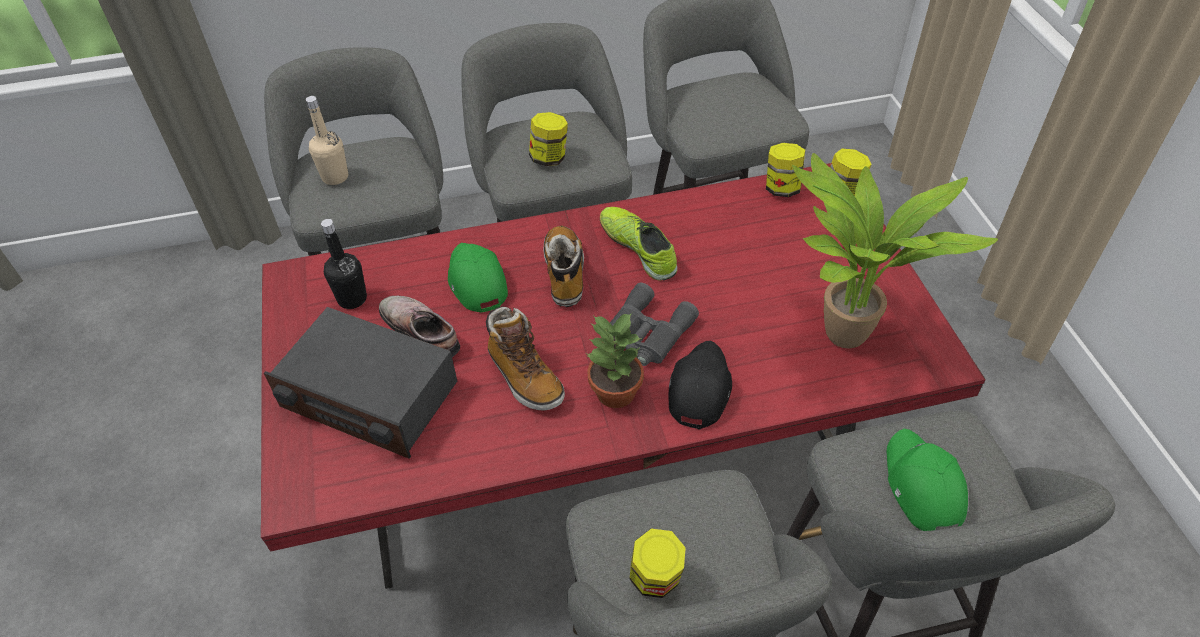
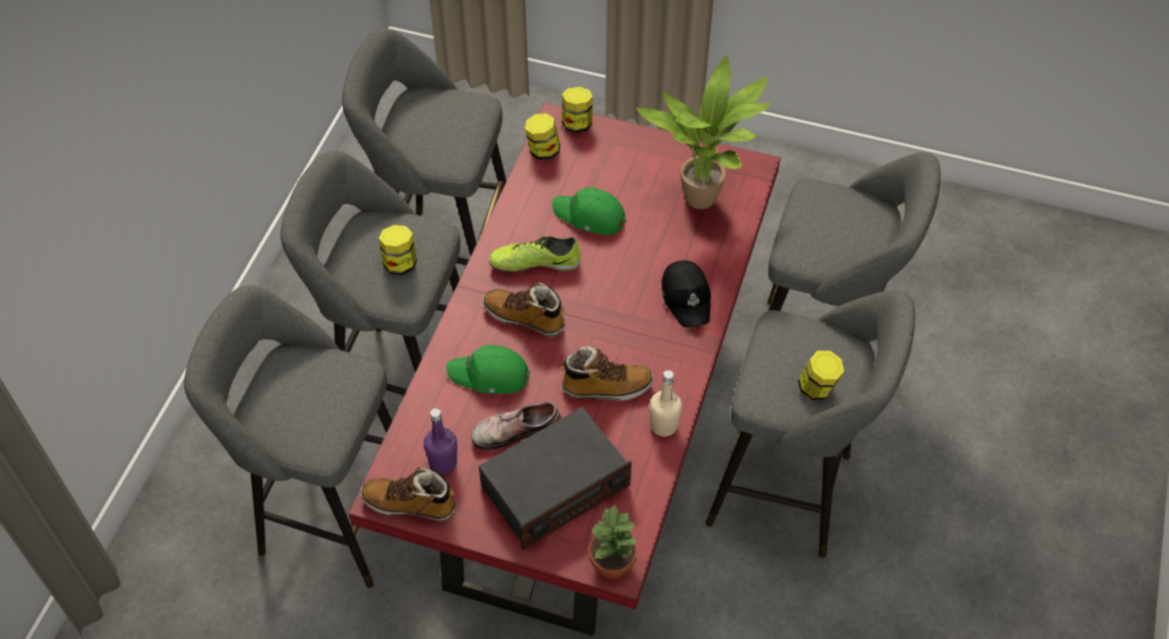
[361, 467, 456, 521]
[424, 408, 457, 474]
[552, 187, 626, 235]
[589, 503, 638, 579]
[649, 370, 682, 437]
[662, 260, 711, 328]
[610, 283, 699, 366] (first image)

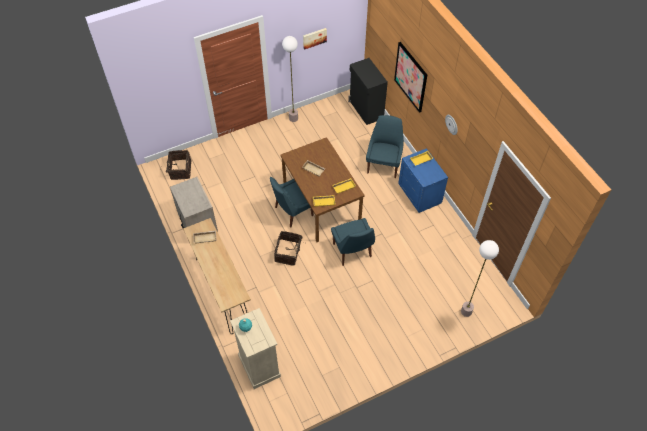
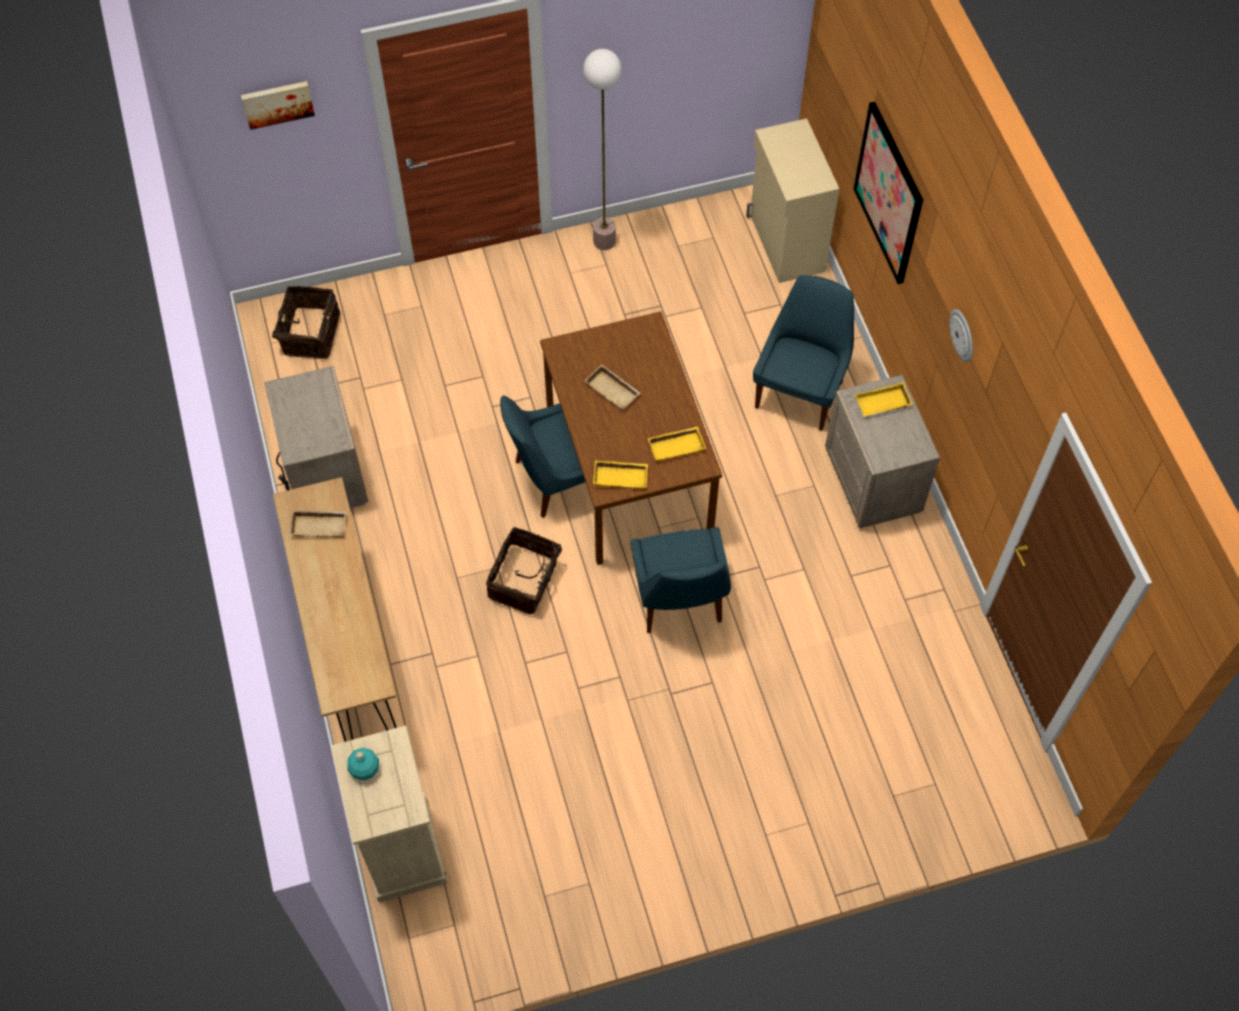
[241, 81, 315, 130]
[746, 118, 839, 283]
[825, 375, 940, 529]
[461, 240, 499, 317] (first image)

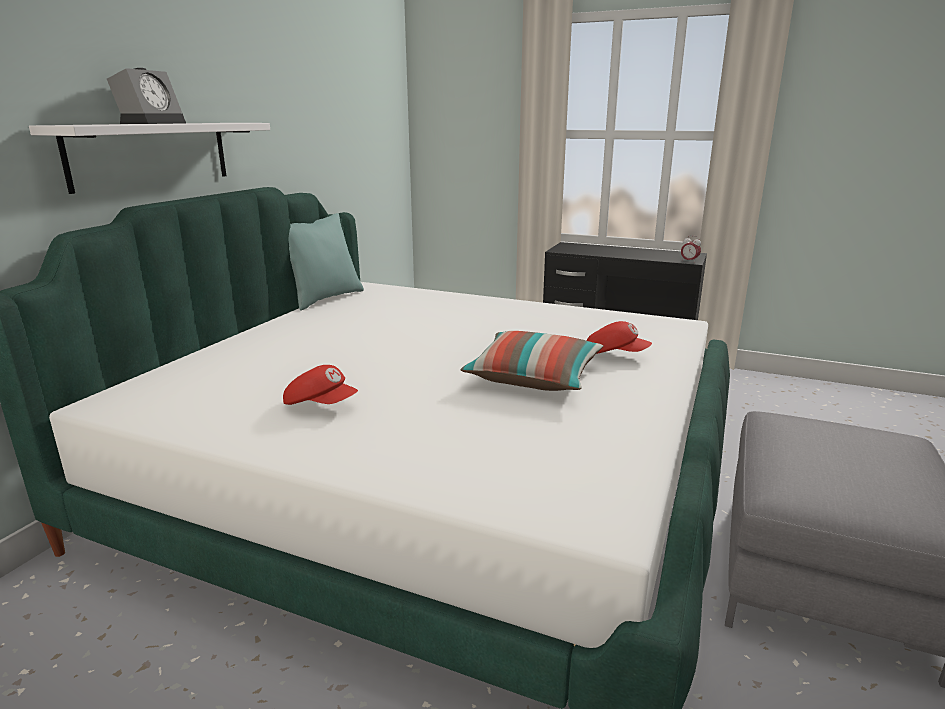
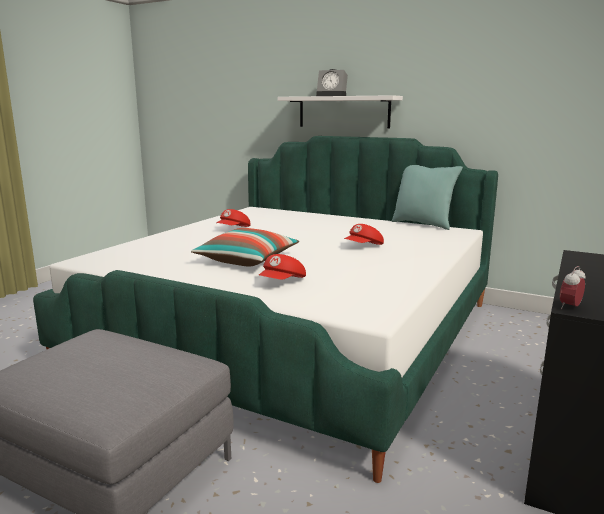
[344, 224, 384, 245]

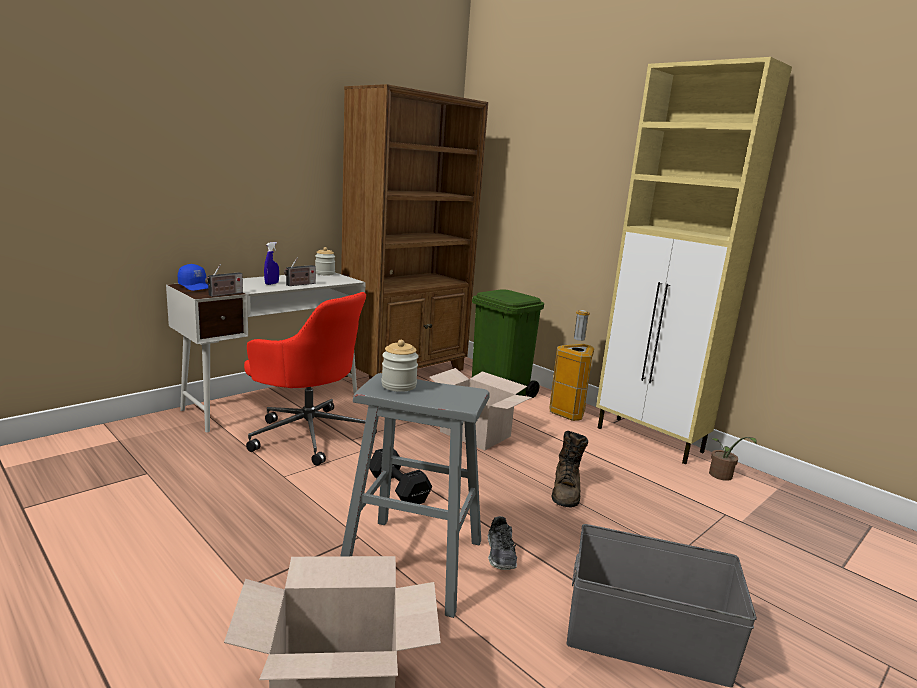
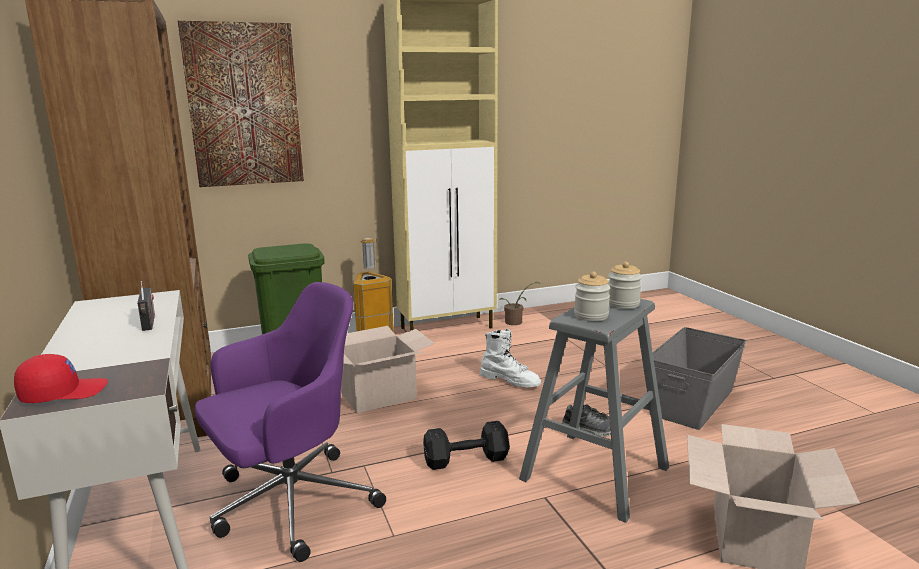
[14, 354, 108, 403]
[178, 21, 304, 187]
[195, 282, 386, 562]
[480, 328, 541, 388]
[608, 261, 642, 309]
[205, 264, 243, 297] (first image)
[264, 242, 279, 285] (first image)

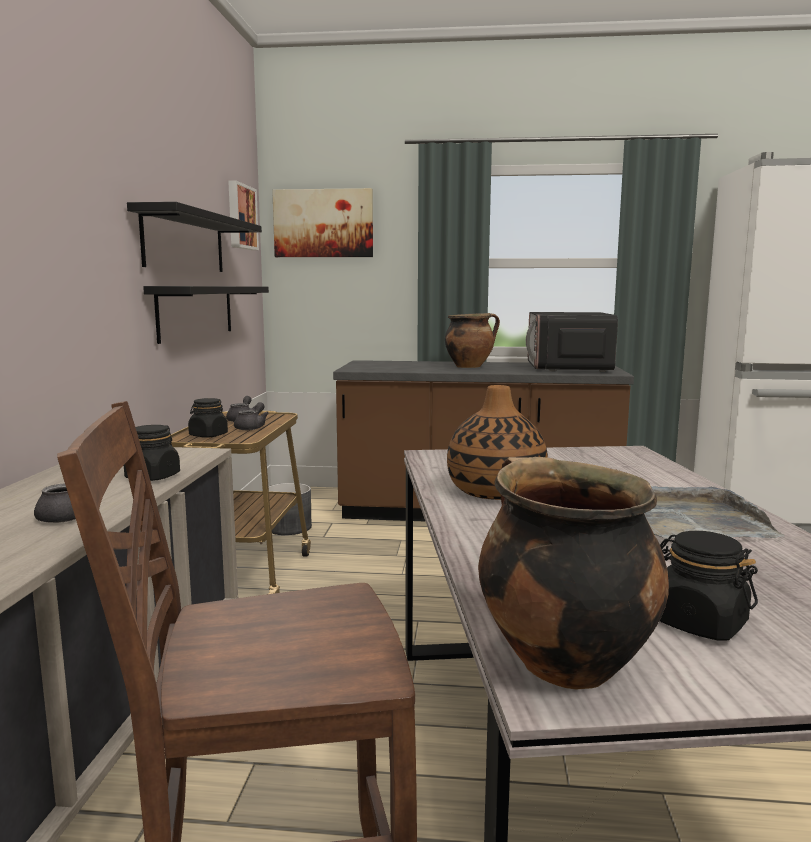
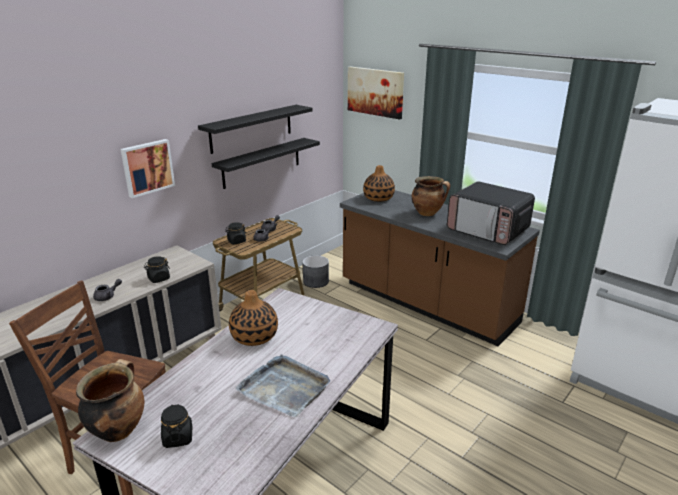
[121, 139, 175, 198]
[363, 165, 395, 202]
[447, 181, 535, 245]

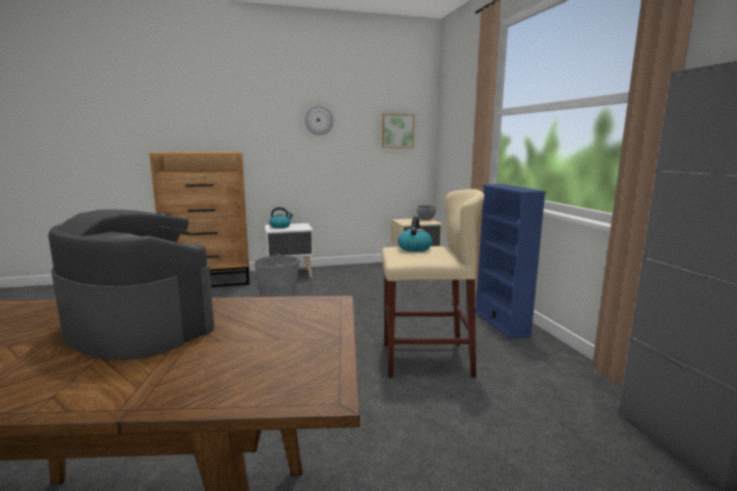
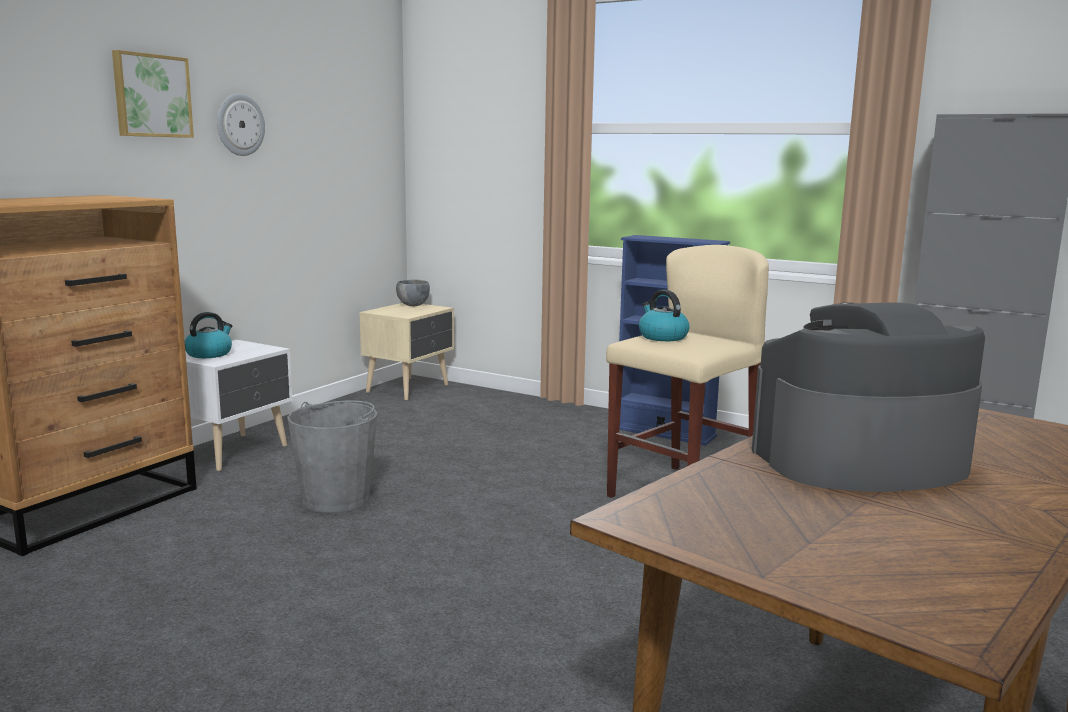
[112, 50, 194, 138]

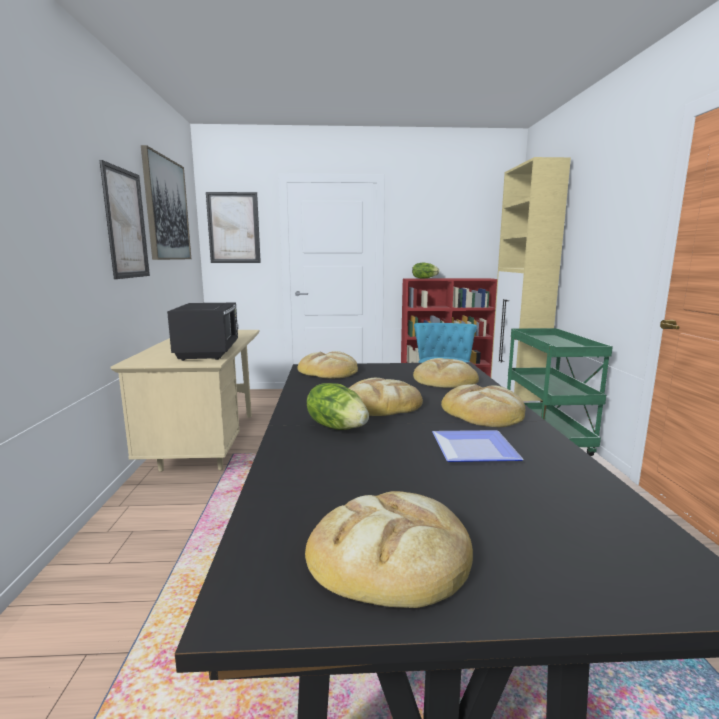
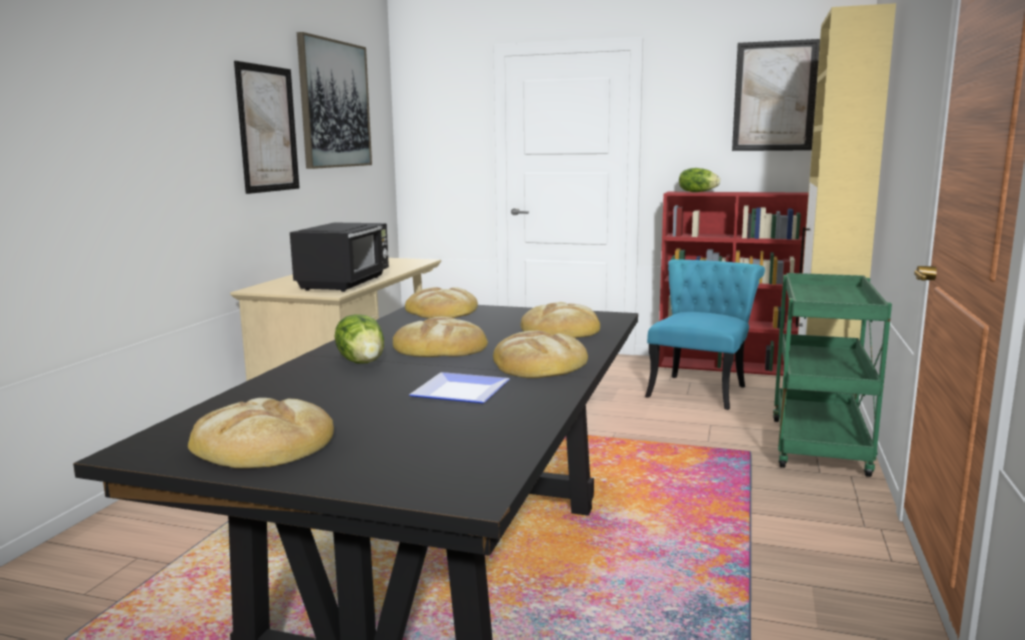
[732, 39, 820, 151]

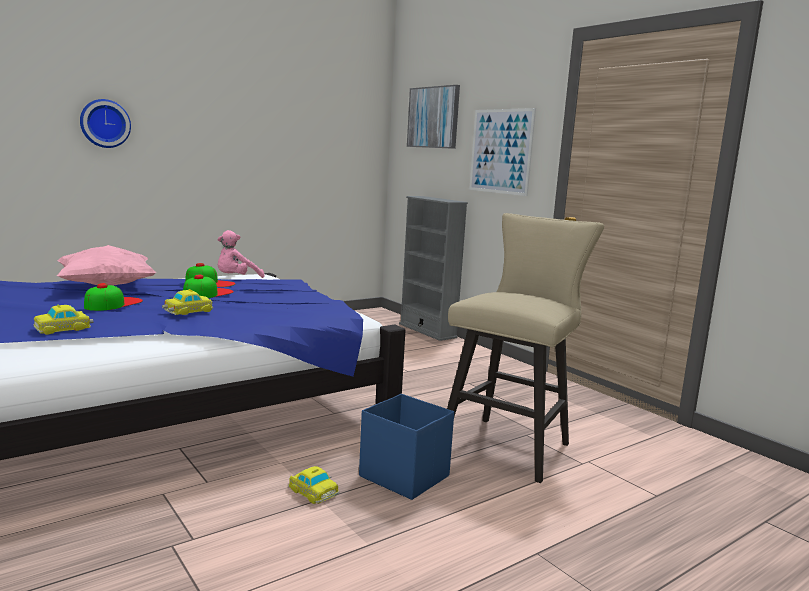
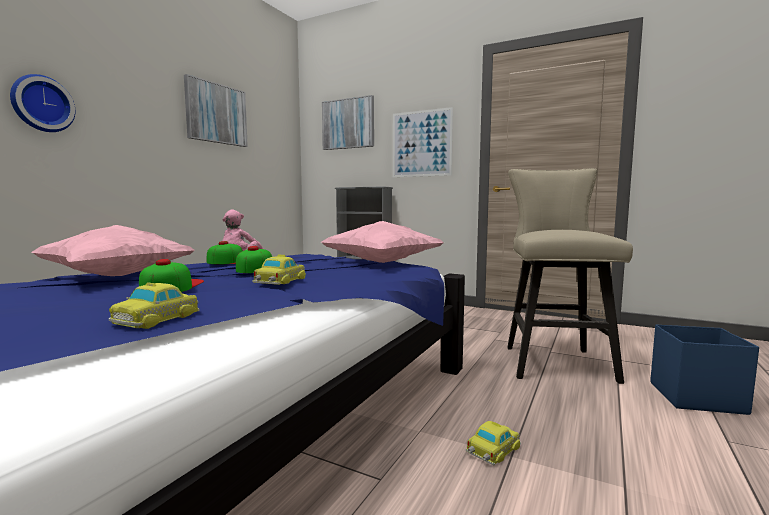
[184, 74, 248, 147]
[321, 221, 444, 263]
[466, 421, 521, 465]
[650, 324, 759, 415]

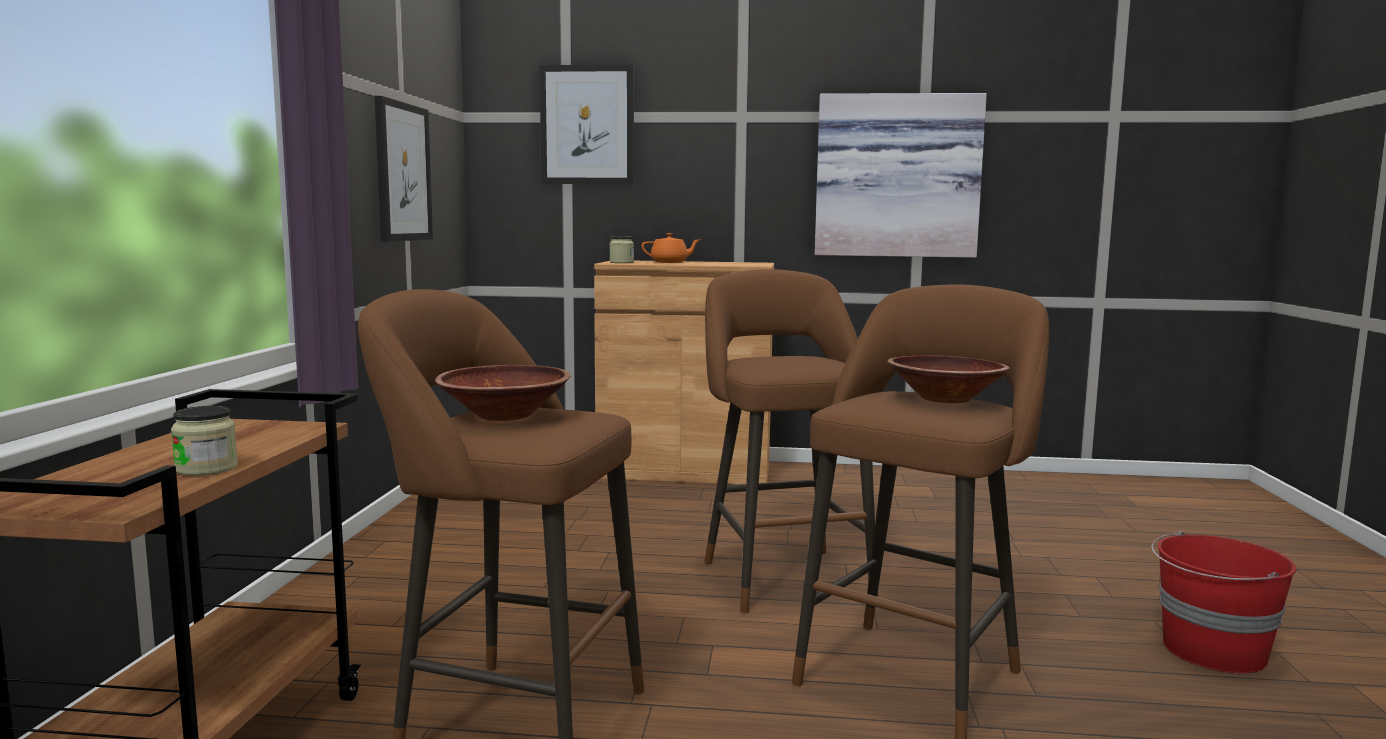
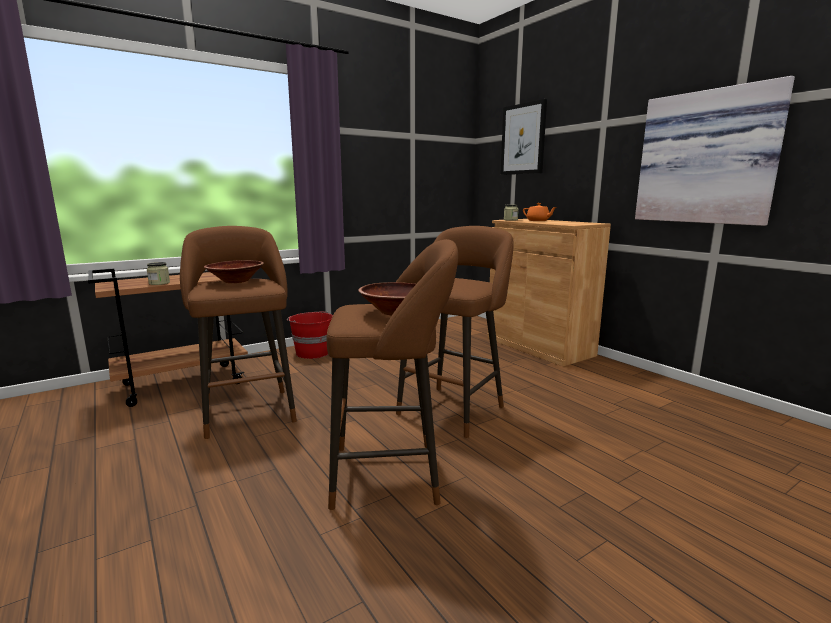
[287, 312, 333, 359]
[375, 96, 433, 242] (first image)

